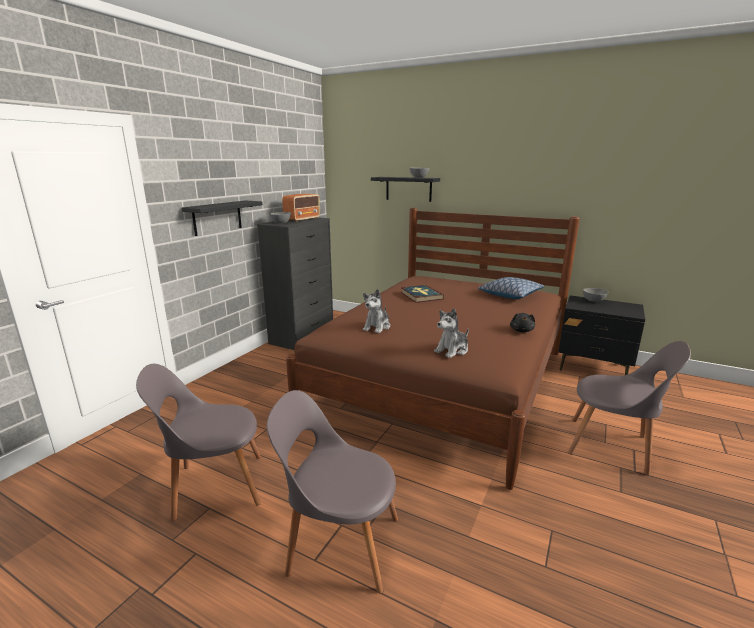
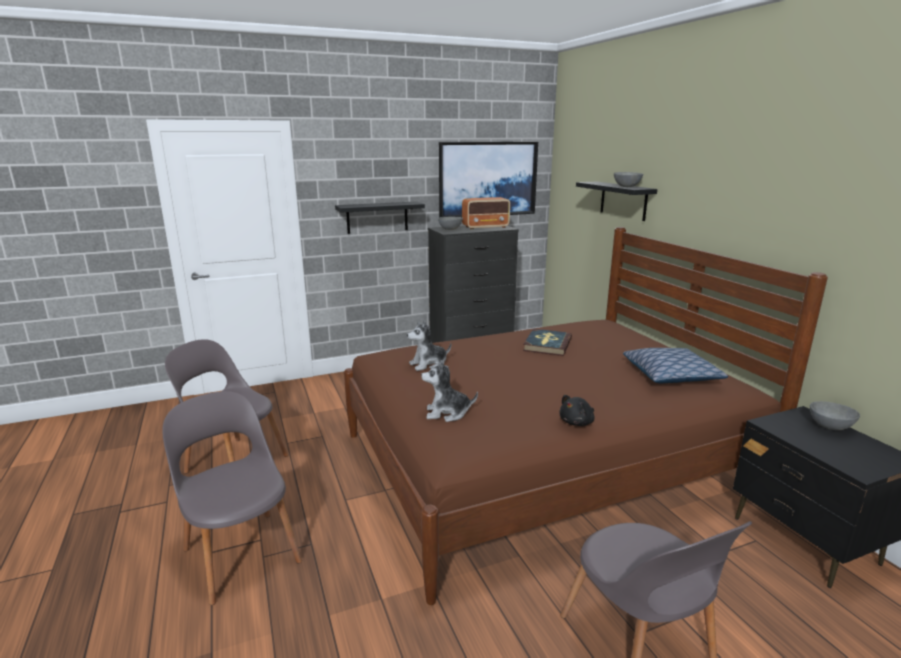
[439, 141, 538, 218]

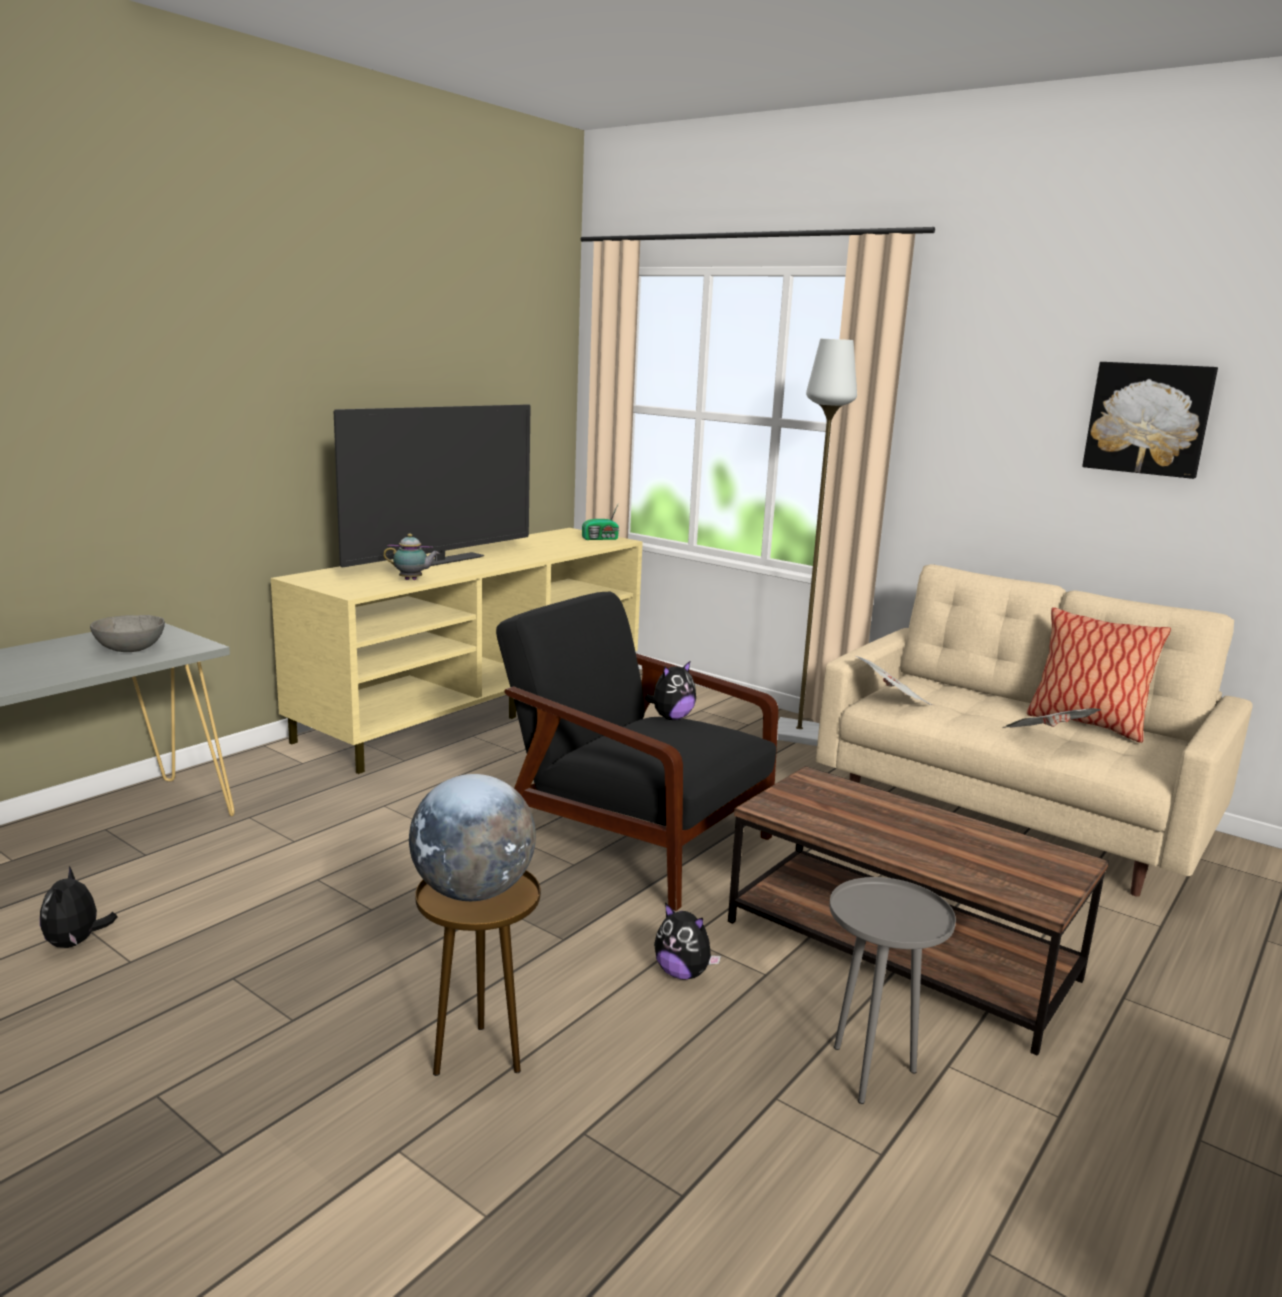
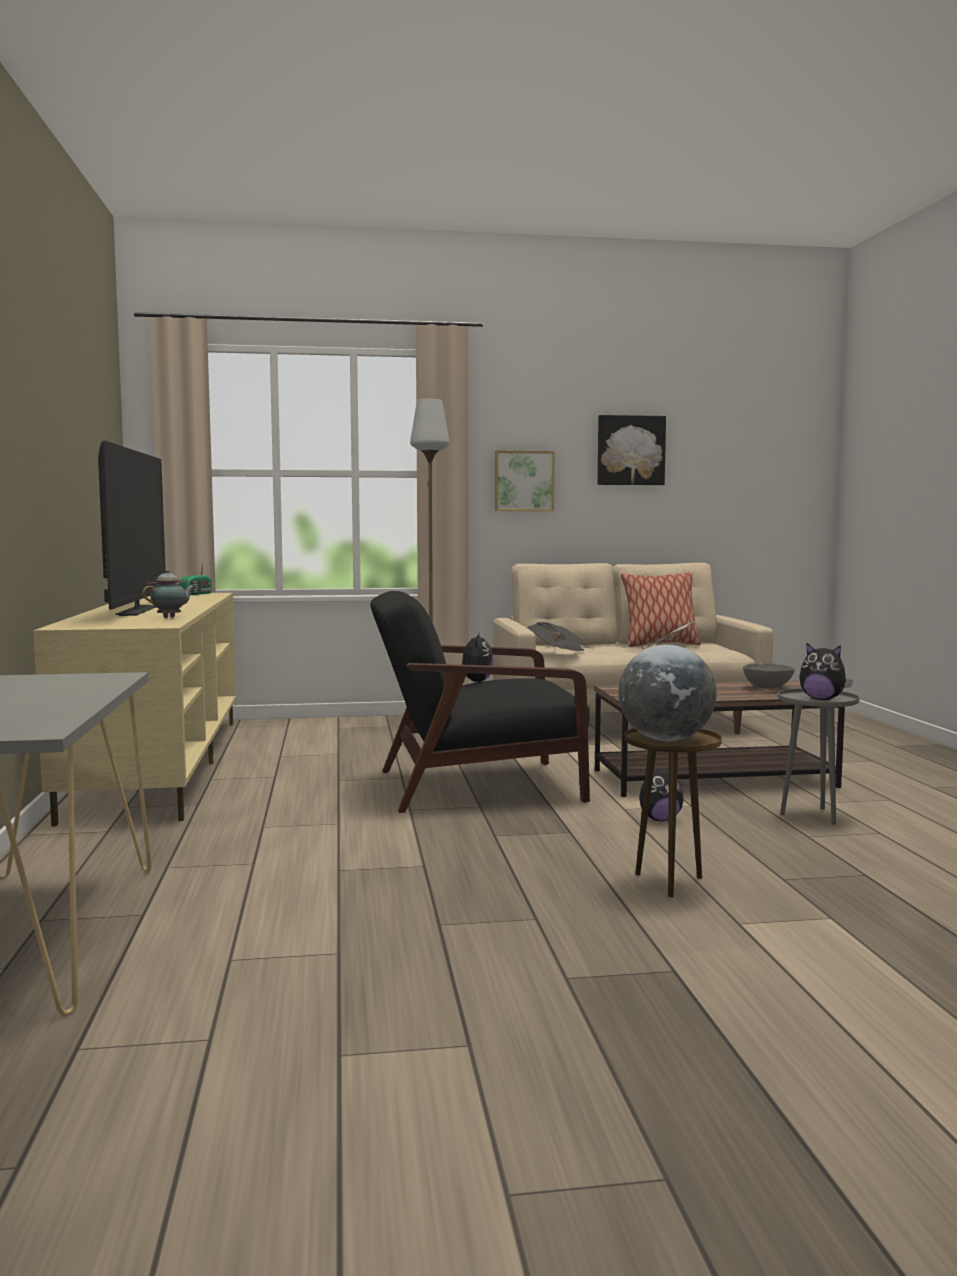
[495, 450, 555, 511]
[743, 663, 795, 689]
[799, 643, 853, 700]

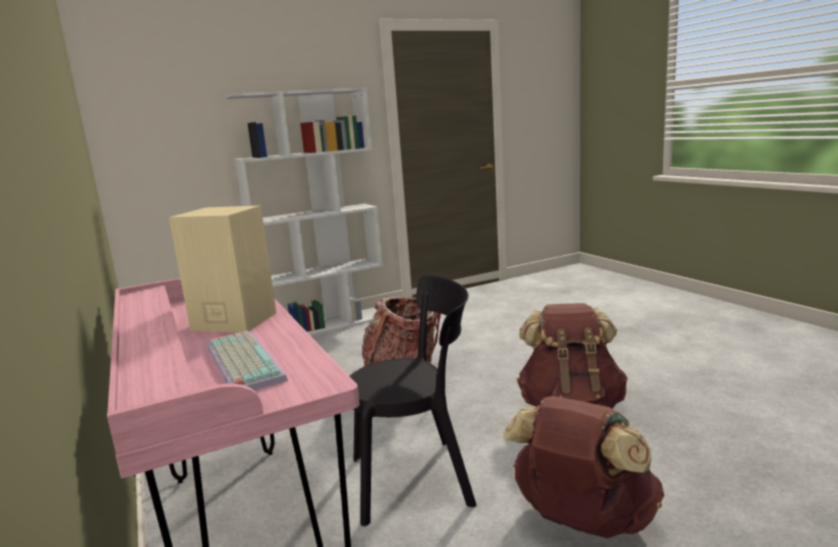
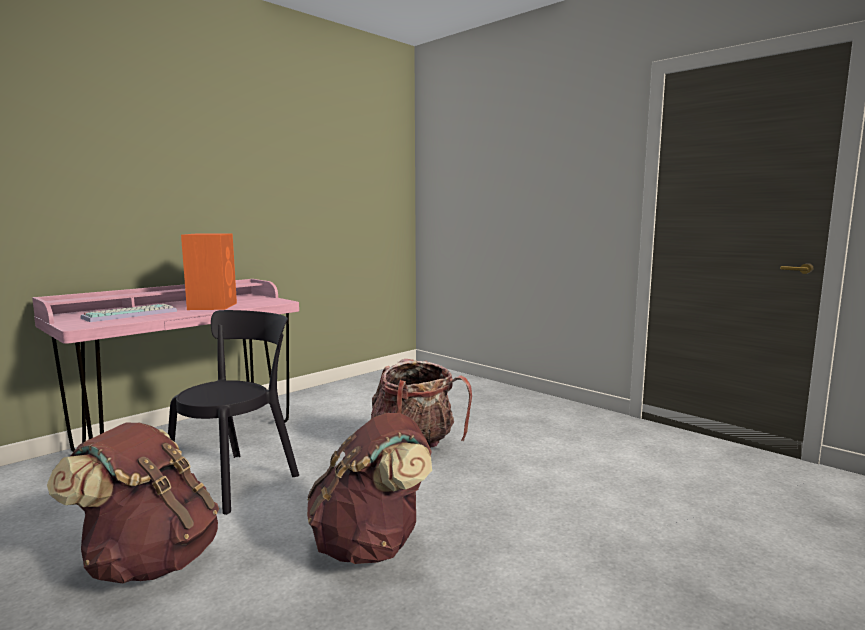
[168, 310, 299, 515]
[181, 233, 237, 310]
[225, 87, 383, 336] (first image)

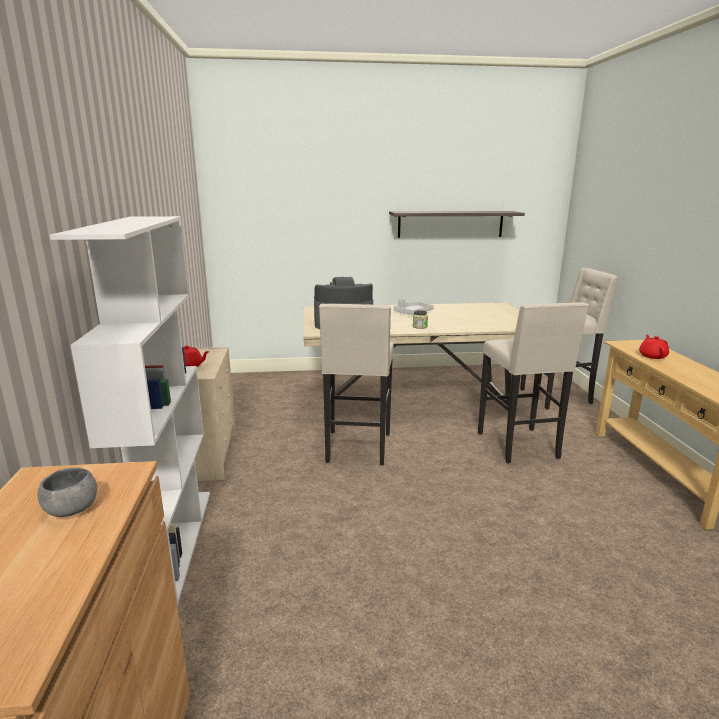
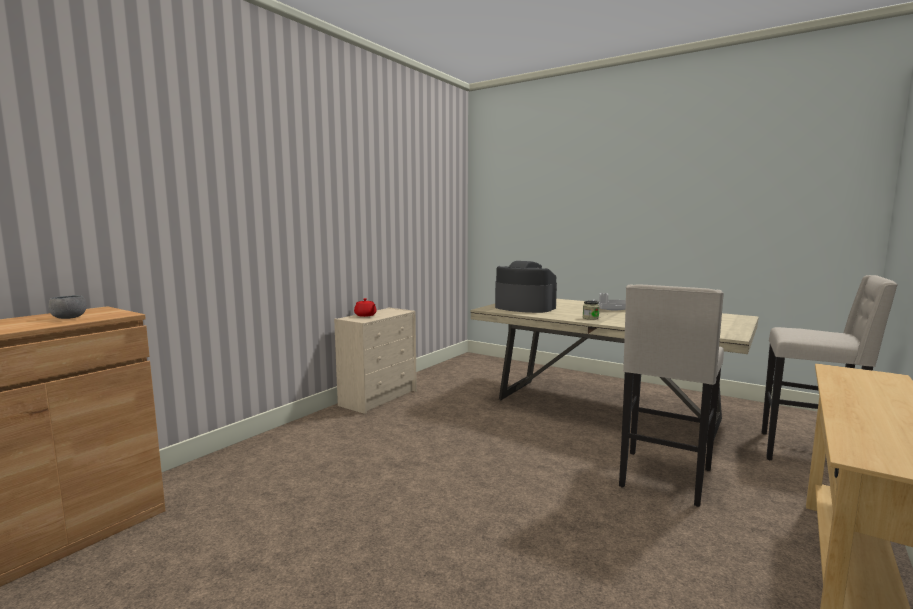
[50, 216, 210, 606] (first image)
[319, 304, 394, 465] (first image)
[389, 211, 525, 238] (first image)
[639, 334, 669, 359] (first image)

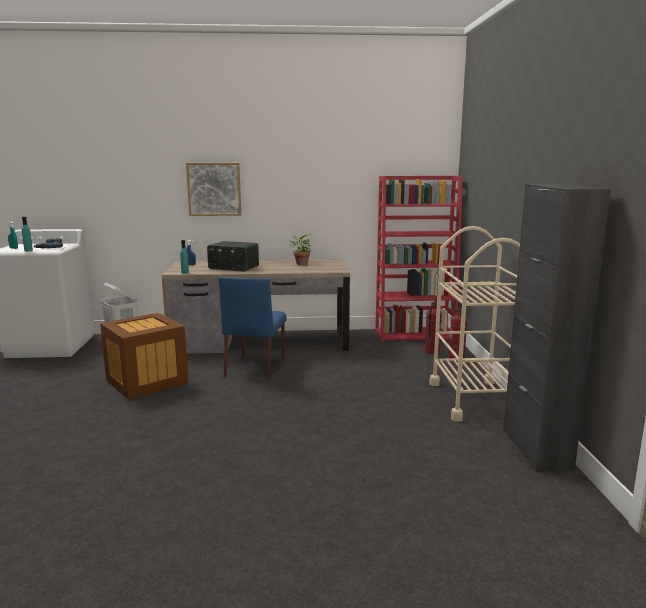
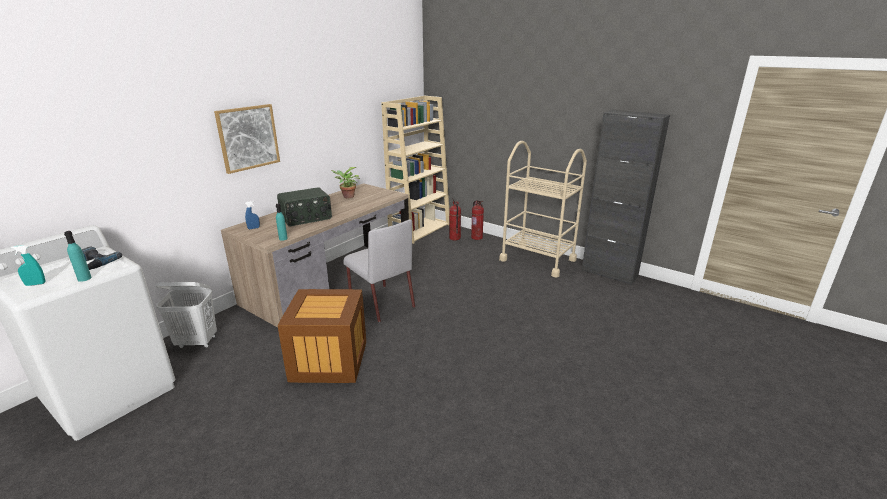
[343, 219, 415, 322]
[381, 95, 449, 244]

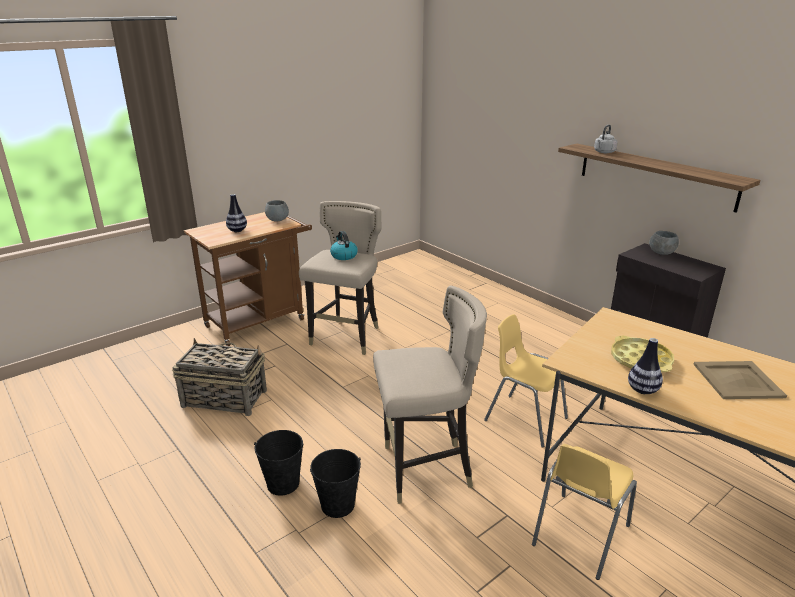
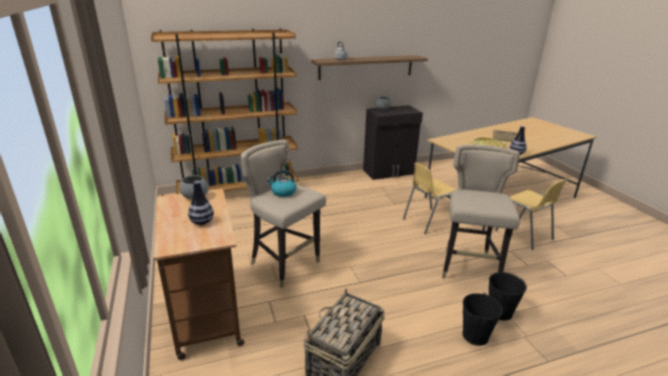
[151, 28, 298, 194]

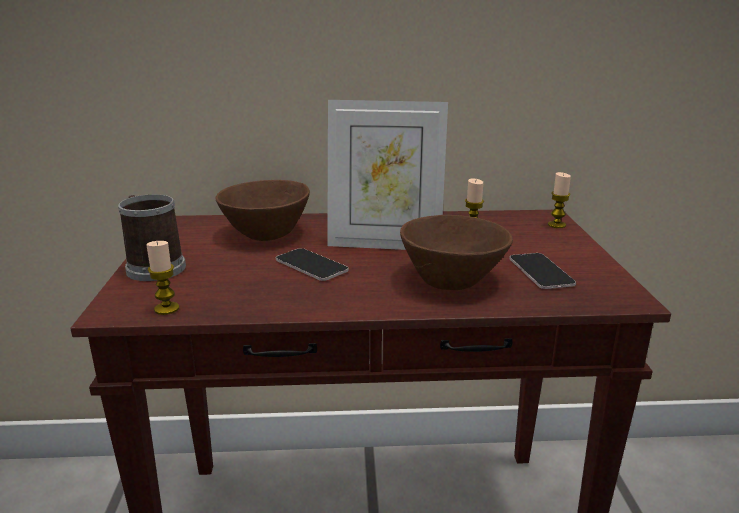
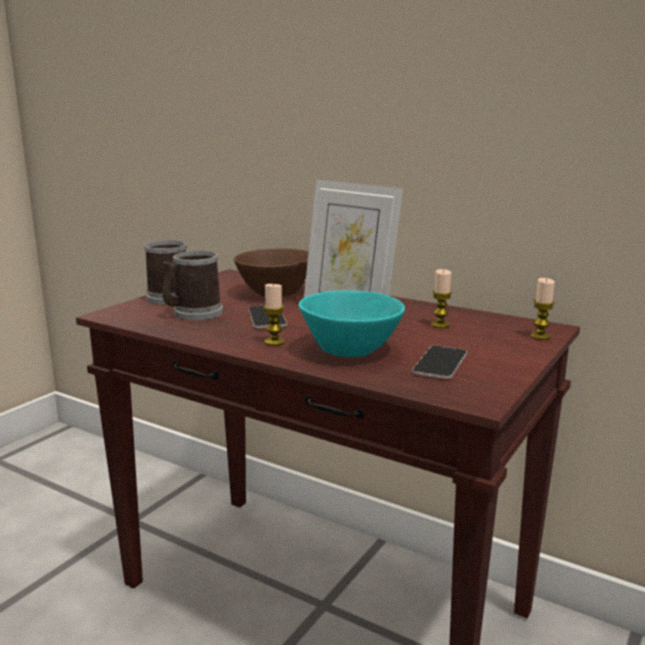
[163, 251, 223, 320]
[263, 283, 285, 346]
[298, 290, 405, 357]

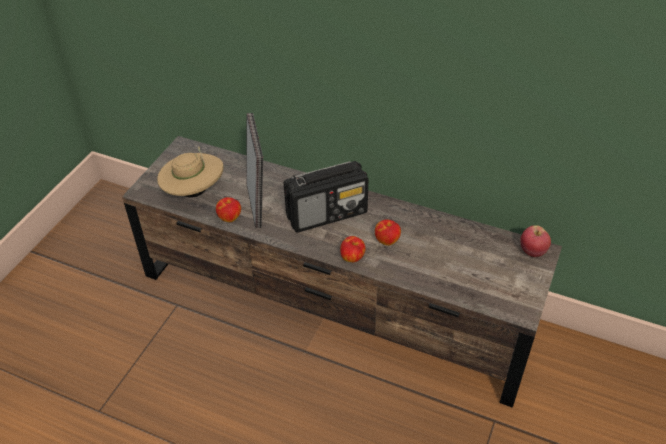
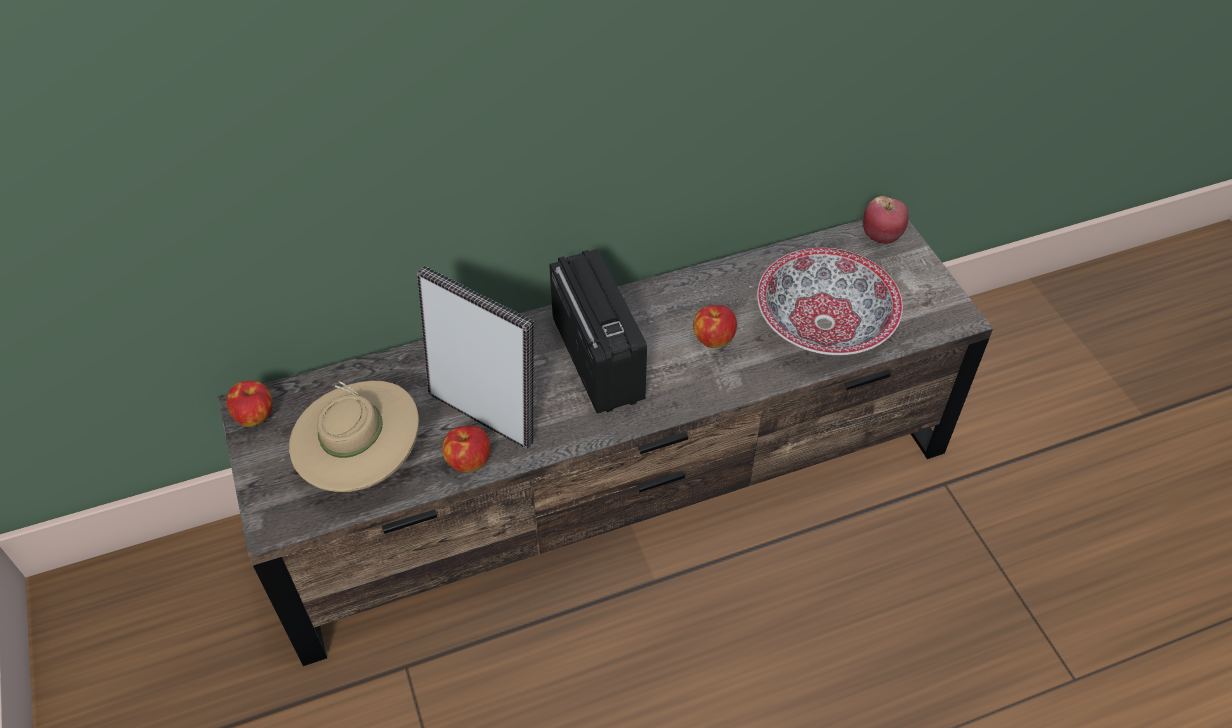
[226, 381, 273, 427]
[549, 249, 647, 413]
[757, 248, 903, 355]

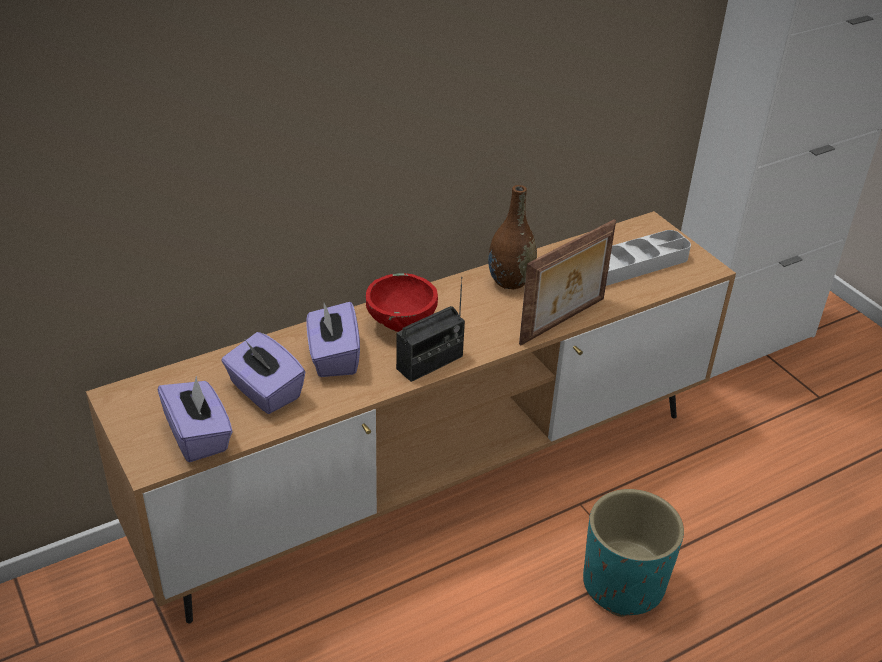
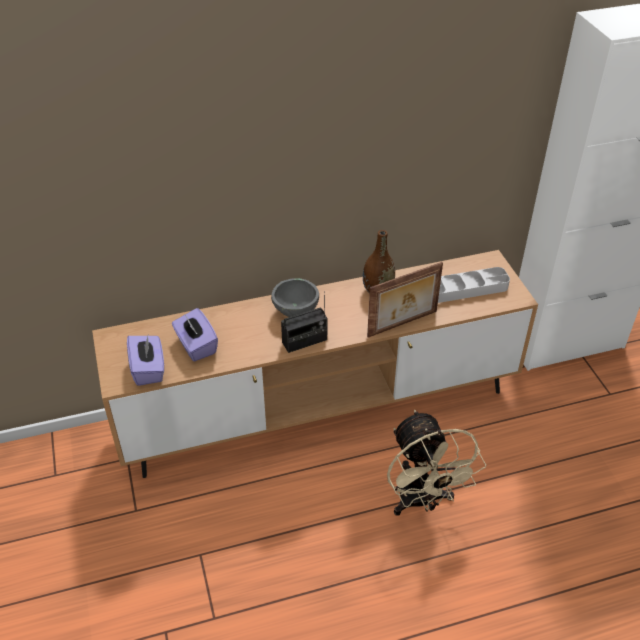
[271, 278, 319, 317]
[387, 410, 486, 516]
[306, 302, 360, 377] (first image)

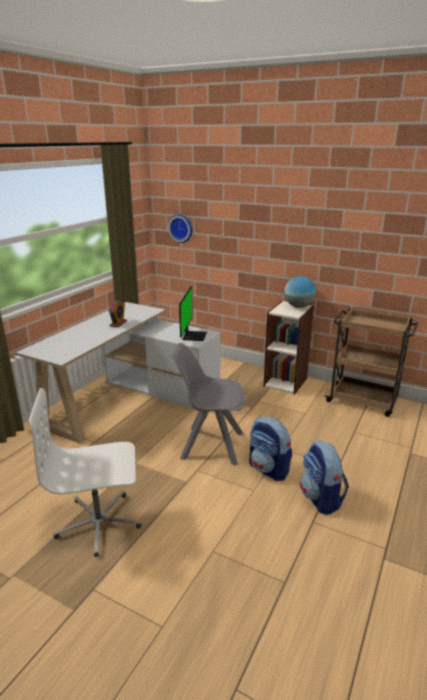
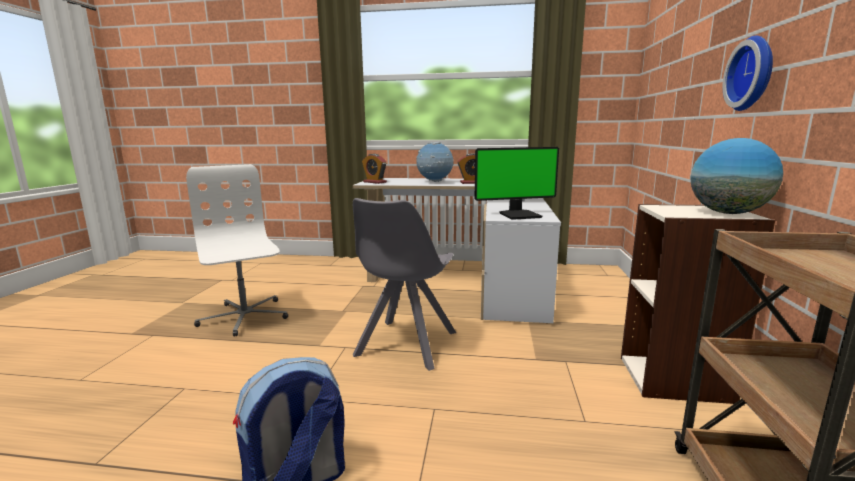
[353, 198, 456, 371]
[362, 154, 387, 184]
[416, 142, 453, 182]
[722, 35, 773, 111]
[249, 417, 292, 481] (first image)

